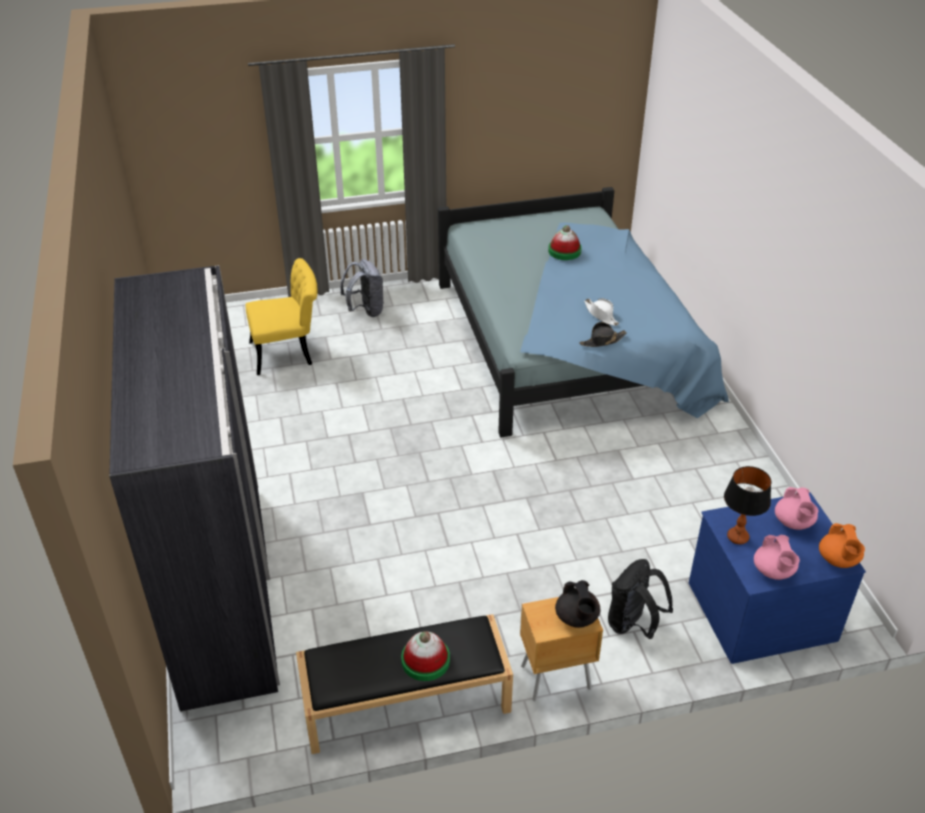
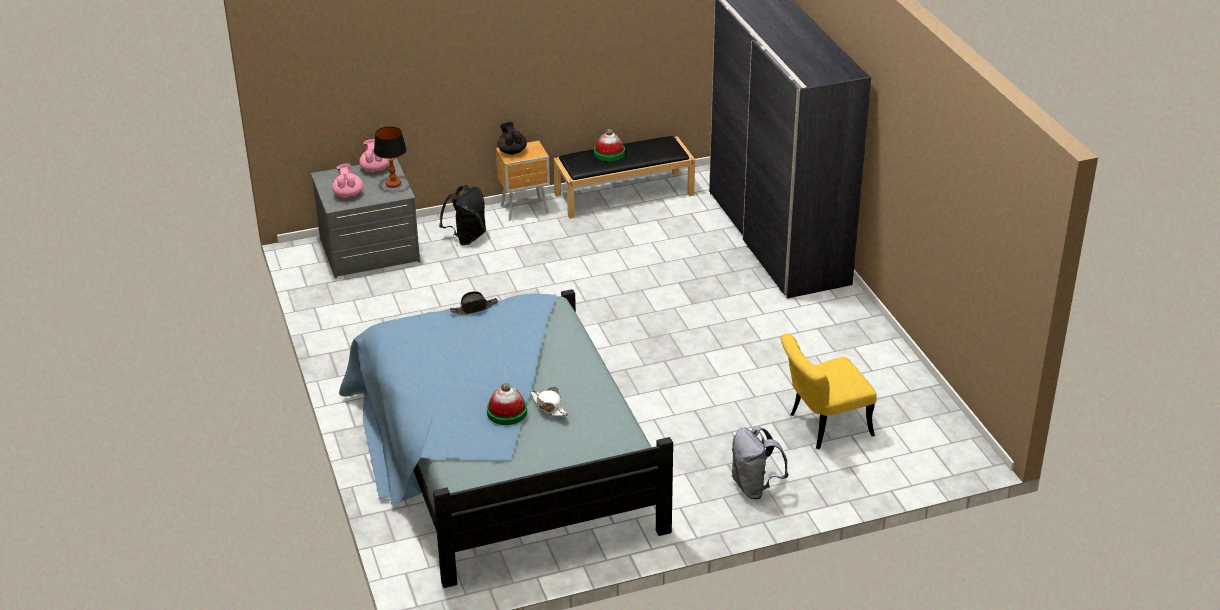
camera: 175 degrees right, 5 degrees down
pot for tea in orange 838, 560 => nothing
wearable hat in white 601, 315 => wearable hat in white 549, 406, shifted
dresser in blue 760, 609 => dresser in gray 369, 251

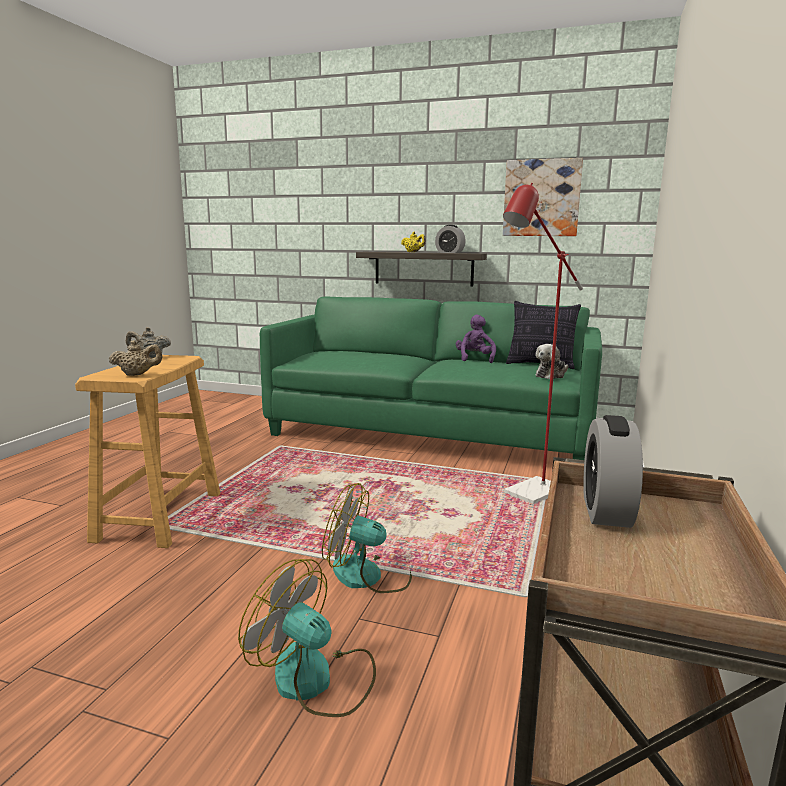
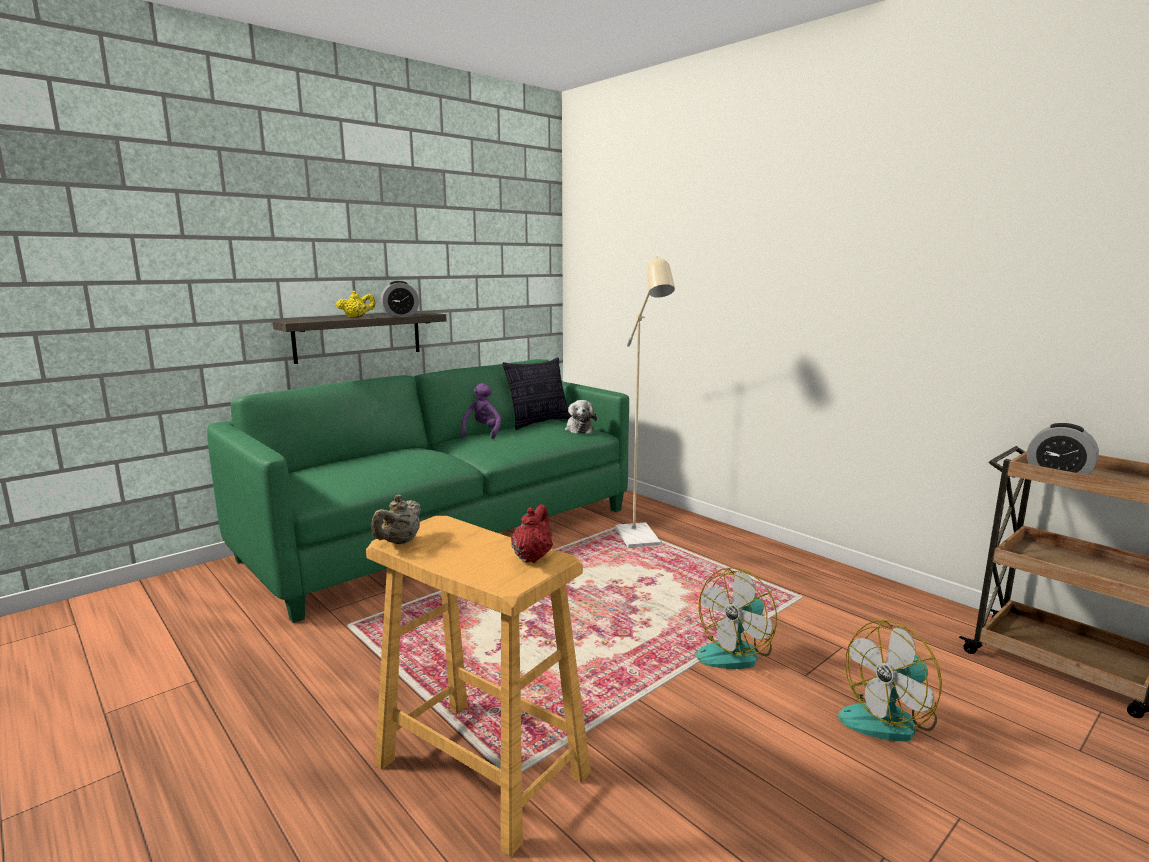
camera: 60 degrees left, 0 degrees up
picture 541, 198 => nothing
pot for tea in beige 137, 374 => pot for tea in reddish 532, 557
standing lamp in reddish 528, 495 => standing lamp in beige 640, 541
cuddly toy in purple 475, 359 => cuddly toy in purple 481, 433, 60 degrees clockwise

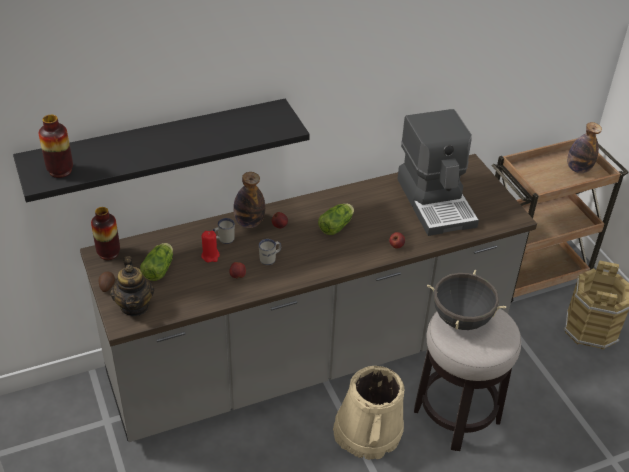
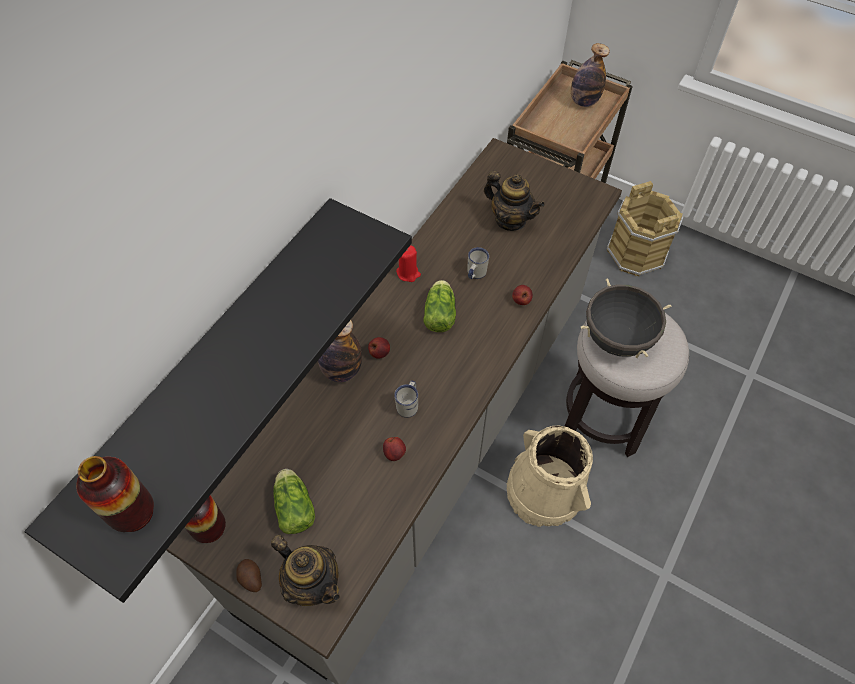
camera: 35 degrees left, 15 degrees up
candle in reddish 210, 256 => candle in reddish 408, 273, shifted
tea mug in white 223, 239 => tea mug in white 475, 274, shifted
coffee maker 436, 202 => pot for tea 510, 220

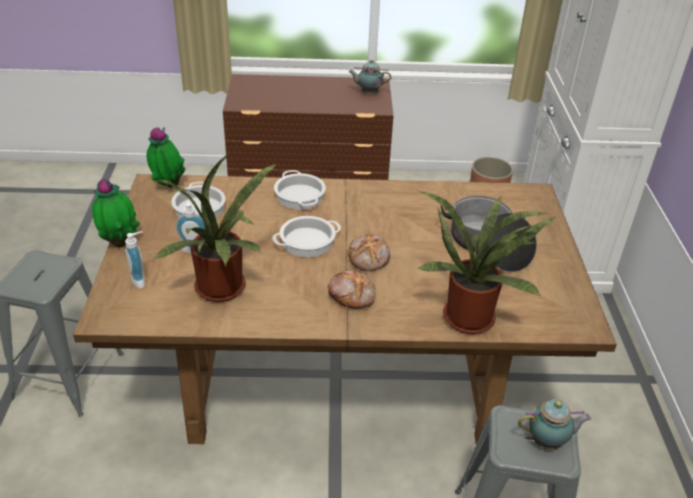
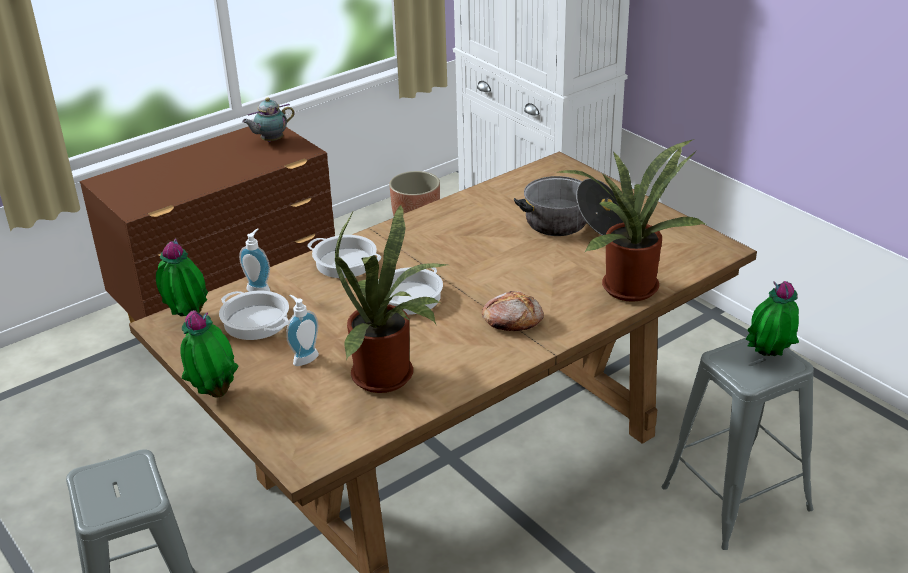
camera: 35 degrees left, 5 degrees down
bread 369, 258 => nothing
soap dispenser 141, 280 => soap dispenser 260, 289, shifted
pot for tea 548, 442 => plant in a pot 768, 357

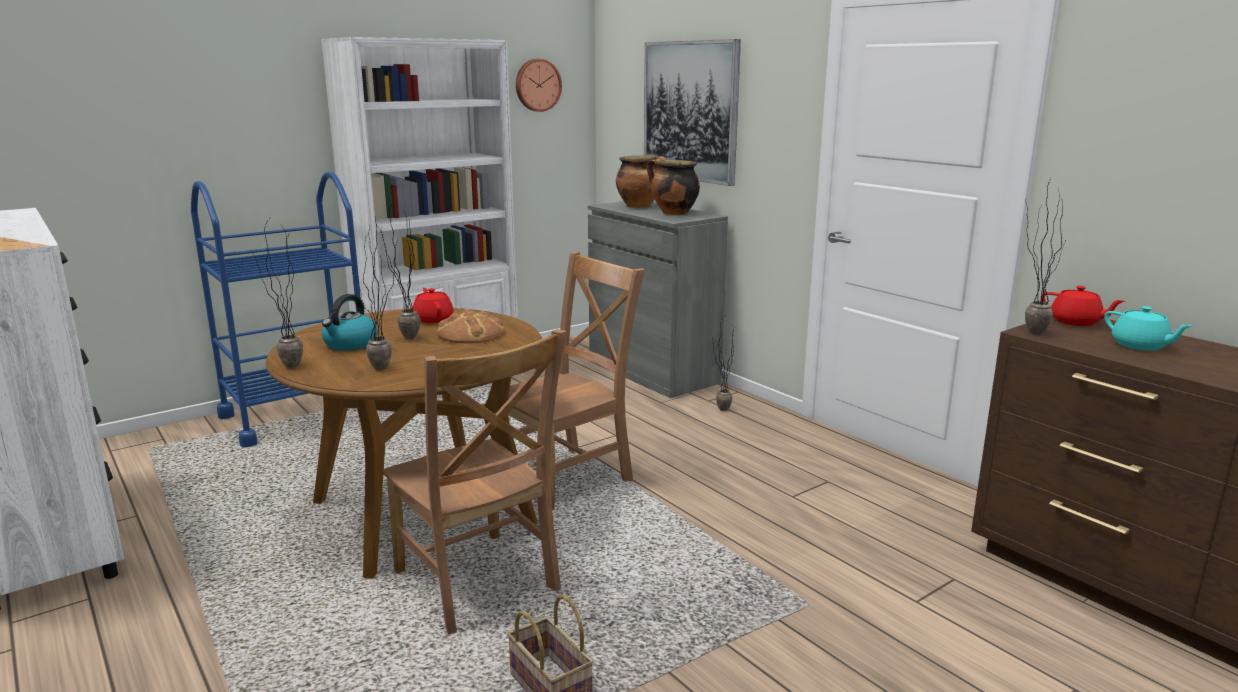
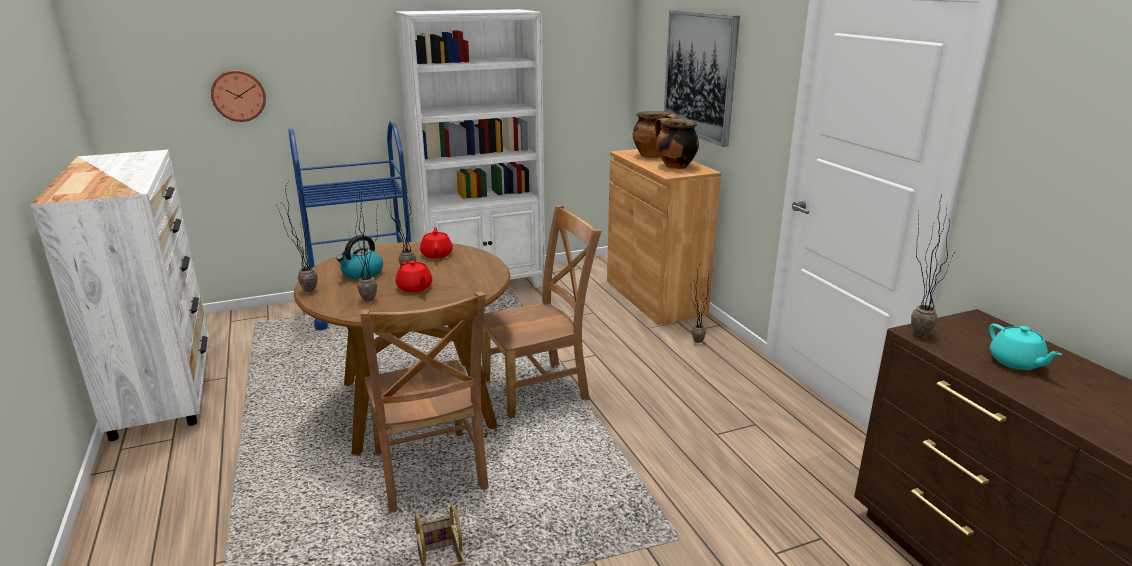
camera: 15 degrees right, 5 degrees up
bread 471, 334 => nothing
wall clock 537, 85 => wall clock 238, 95, shifted
pot for tea in reddish 1076, 322 => pot for tea in reddish 414, 288, shifted
storage cabinet in gray 652, 372 => storage cabinet in brown 655, 297

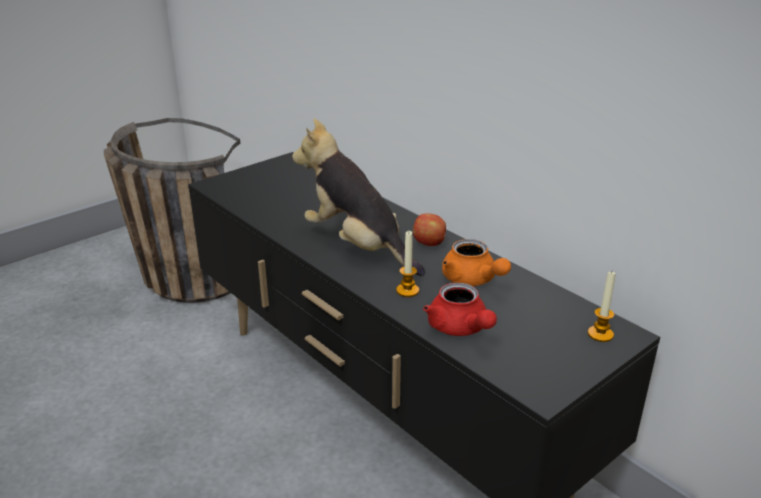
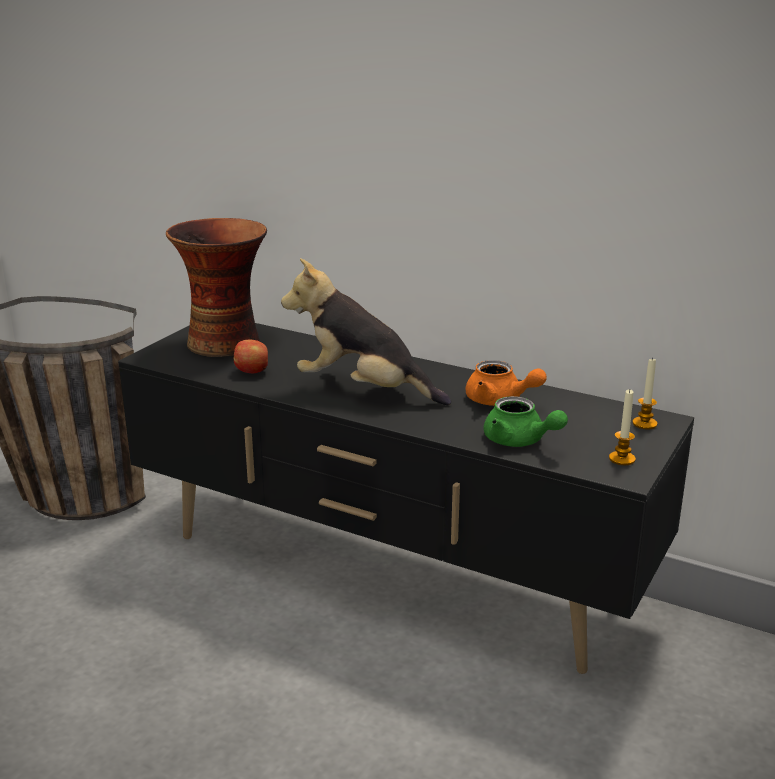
camera: 20 degrees left, 5 degrees down
nothing => vase 225, 342
candle 407, 290 => candle 622, 459, shifted
whole apple 429, 243 => whole apple 252, 371, shifted
pot for tea in reddish 460, 329 => pot for tea in green-coloured 519, 441

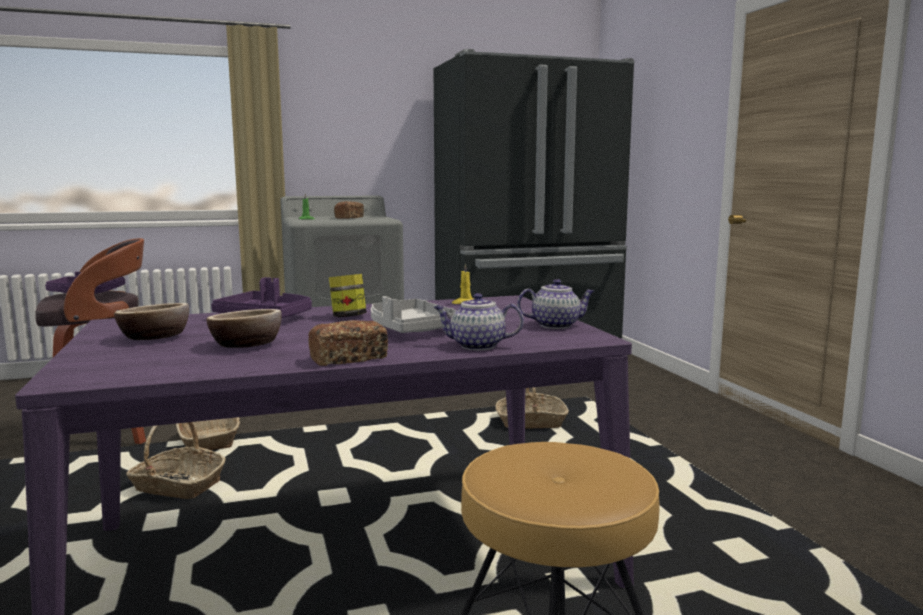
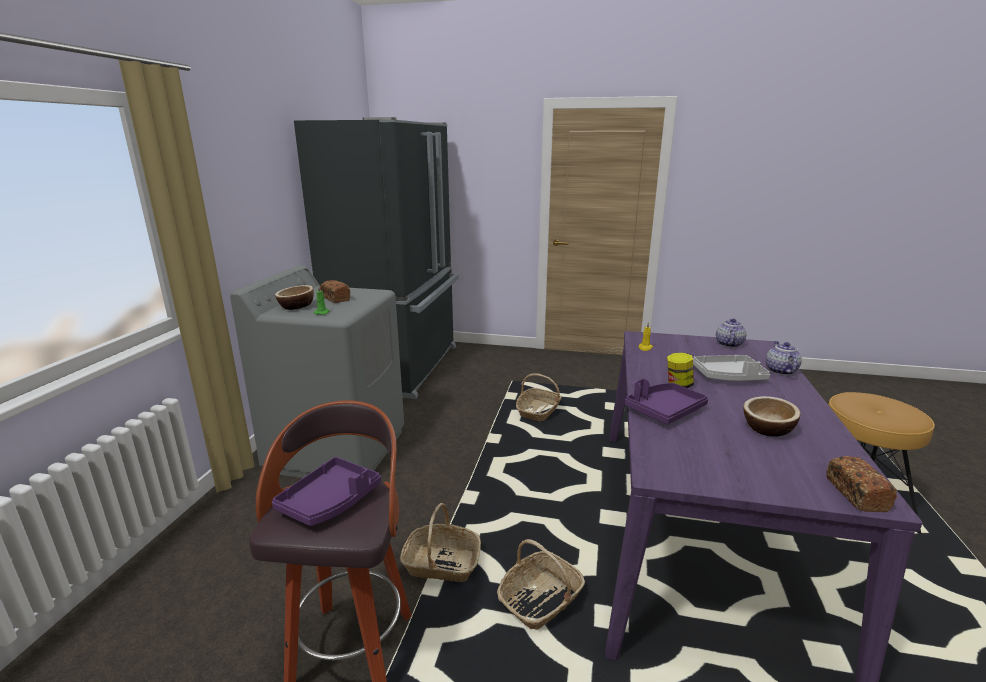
camera: 60 degrees left, 10 degrees up
bowl 155, 337 => bowl 296, 306, shifted
bread 348, 358 => bread 855, 494, shifted
pot for tea 476, 346 => pot for tea 780, 370, 150 degrees clockwise

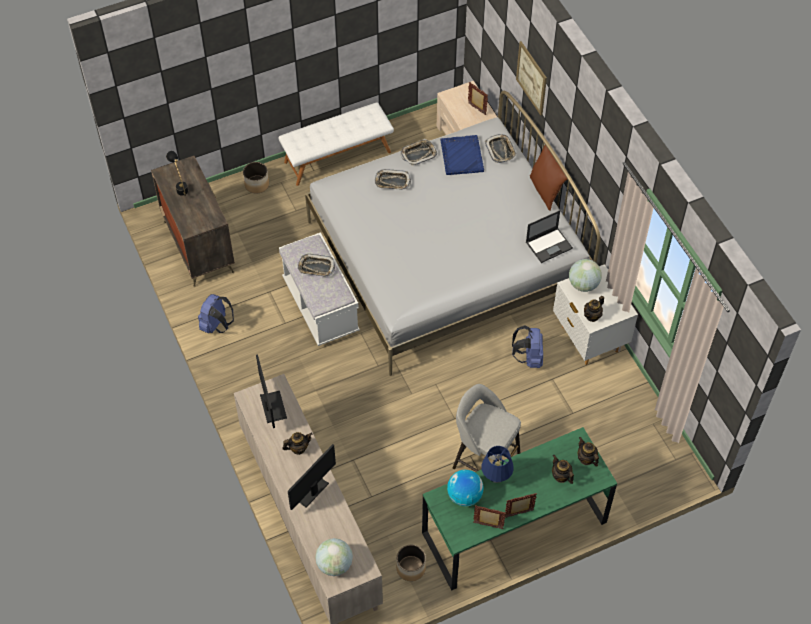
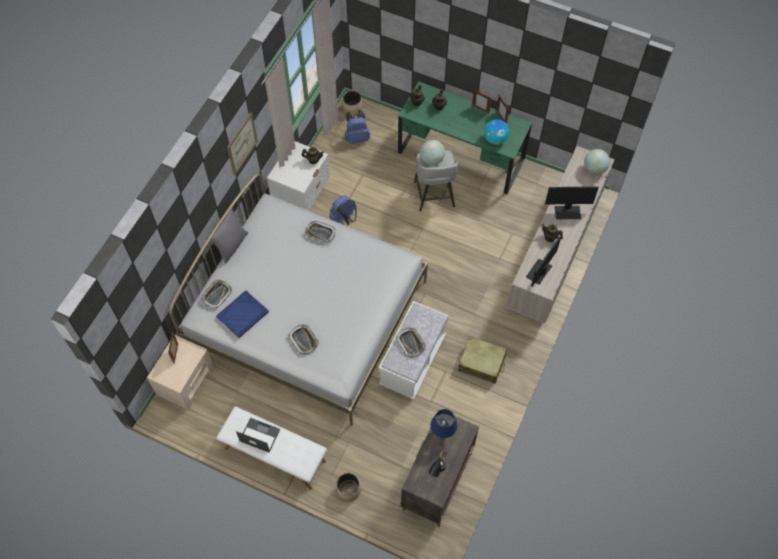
camera: 130 degrees left, 5 degrees up
nothing => travel case in beige 482, 363
backpack in blue 217, 325 => backpack in blue 357, 137, shifted
flower pot 411, 568 => flower pot 352, 108, shifted
carrying tray 418, 154 => carrying tray 320, 233, shifted
lamp for a table in blue 496, 478 => lamp for a table in blue 442, 432, shifted
picture 531, 78 => picture 242, 144, shifted
laptop 549, 245 => laptop 259, 435, shifted
globe 583, 284 => globe 432, 159, shifted
cushion in brown 546, 191 => cushion in gray 231, 245

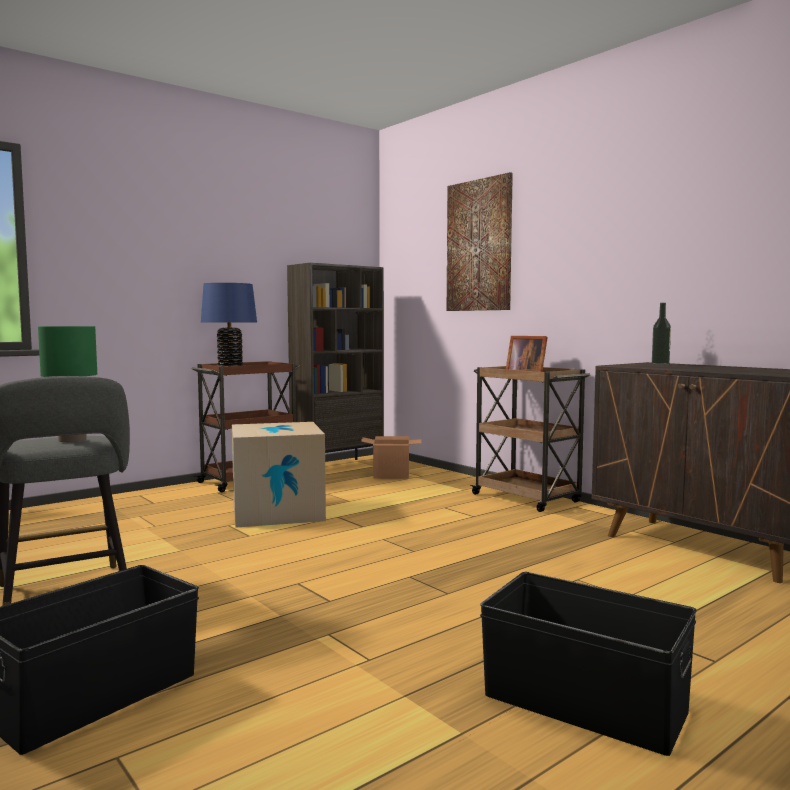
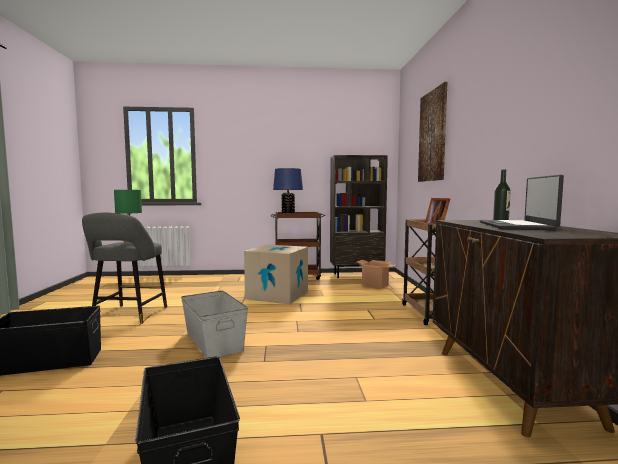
camera: 35 degrees right, 0 degrees up
nothing => storage bin in gray 214, 341
nothing => laptop 516, 226

